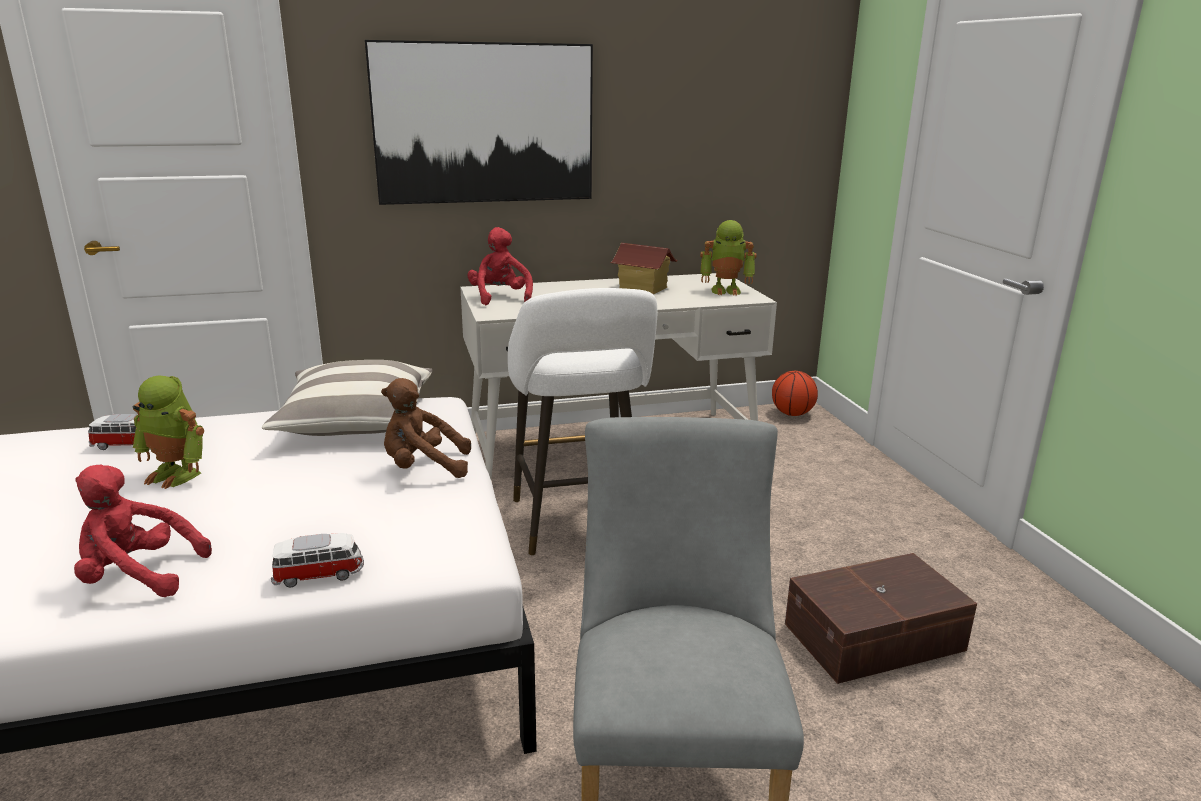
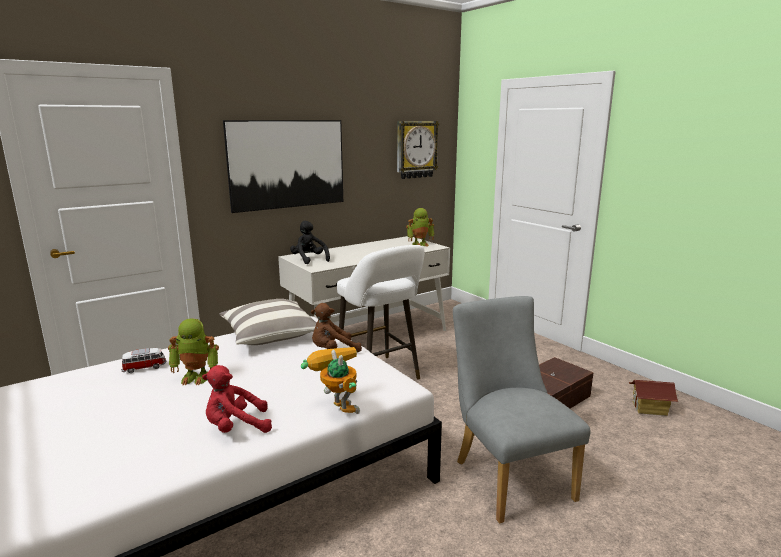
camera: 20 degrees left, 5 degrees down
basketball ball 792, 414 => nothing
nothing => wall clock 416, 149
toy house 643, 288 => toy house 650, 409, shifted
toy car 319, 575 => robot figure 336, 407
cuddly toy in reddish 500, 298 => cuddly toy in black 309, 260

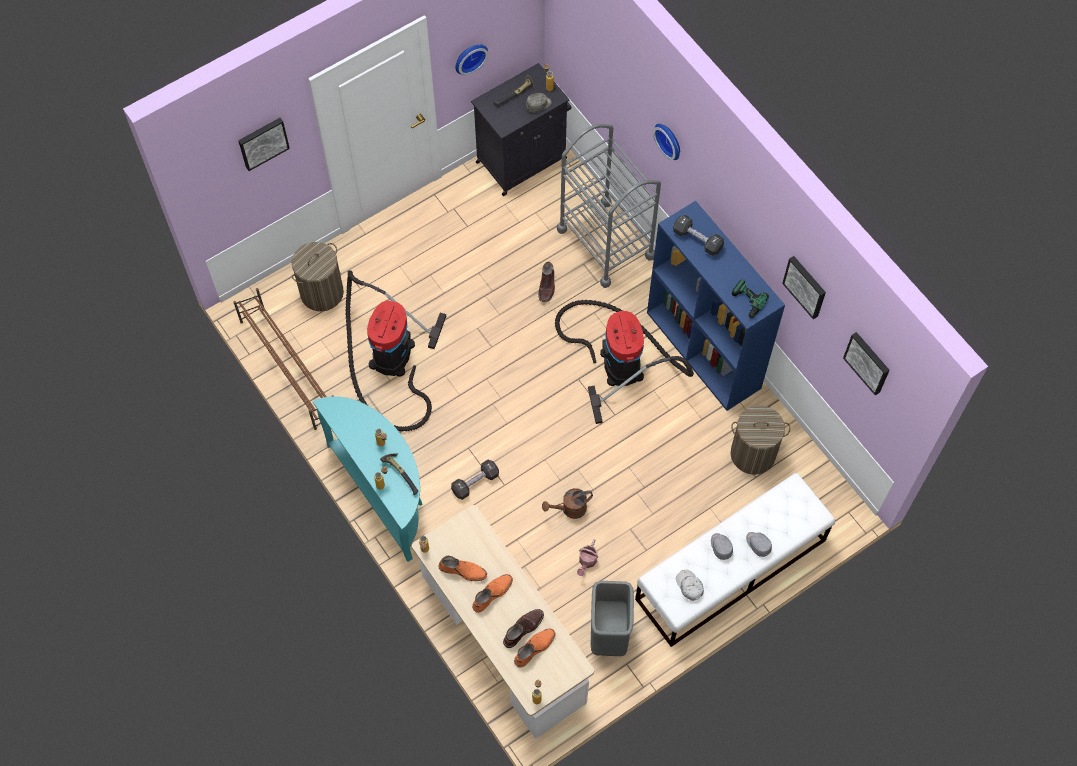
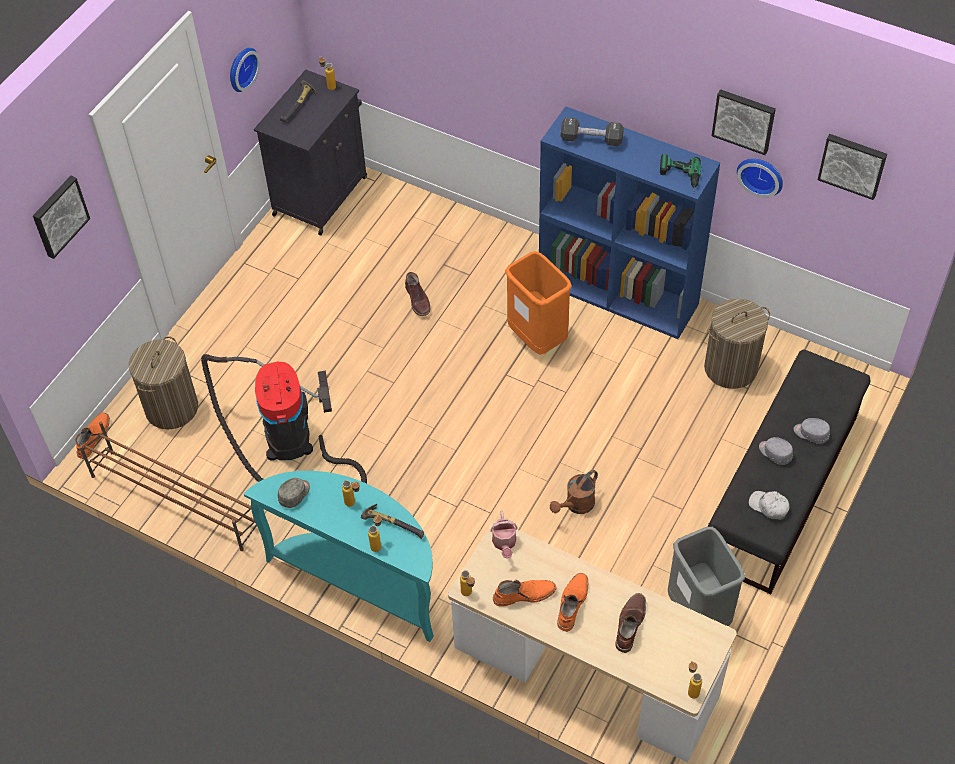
camera: 25 degrees left, 10 degrees down
free weight in black 475, 482 => nothing
cart in gray 606, 242 => nothing
tall boot in orange 534, 648 => tall boot in orange 93, 437, shifted
baseball cap in gray 538, 105 => baseball cap in gray 295, 494, shifted
sprinkling can 587, 562 => sprinkling can 504, 543, shifted
wall clock 670, 140 => wall clock 761, 174, shifted
hoover 619, 360 => trash can in orange 537, 339
long seat in white 730, 570 => long seat in black 781, 489

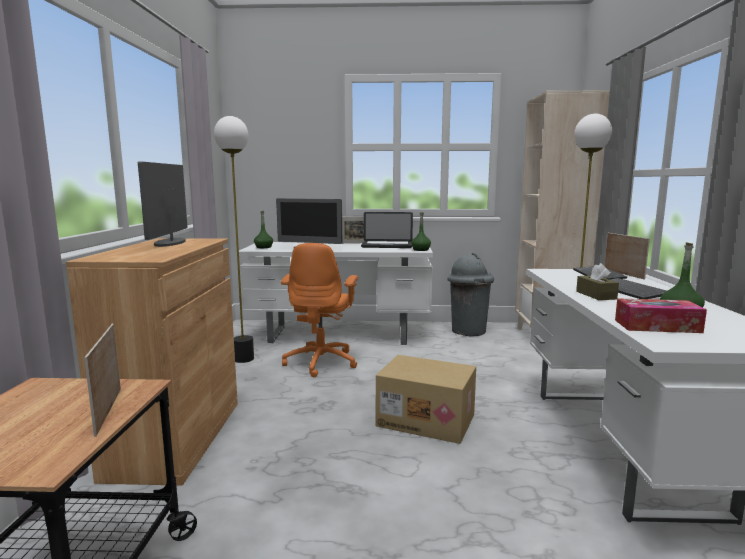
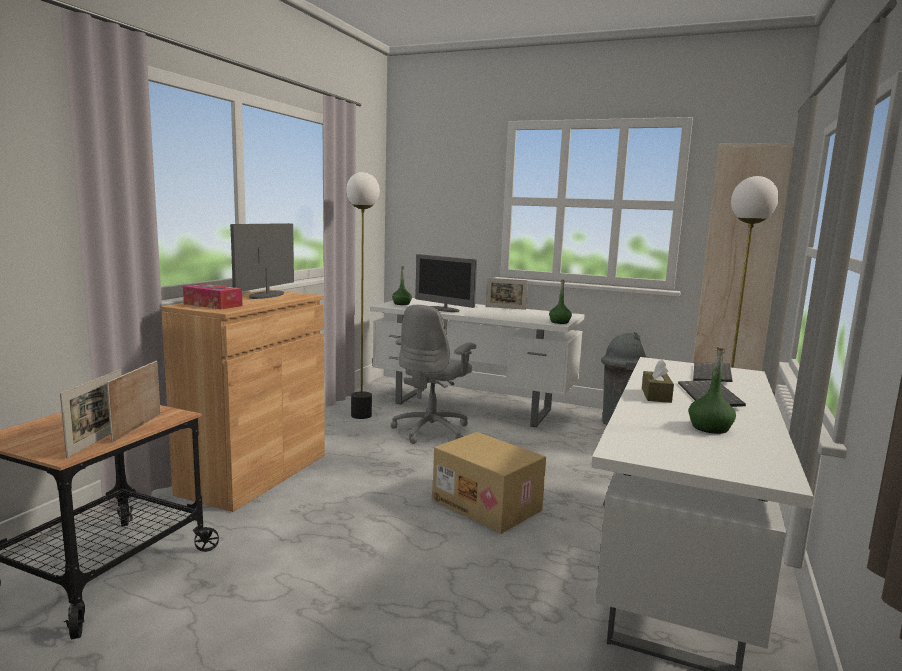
camera: 20 degrees right, 0 degrees up
laptop 387, 246 => nothing
photo frame 623, 274 => photo frame 97, 440, shifted
box of tissues 657, 326 => box of tissues 213, 305, shifted
computer chair in orange 321, 362 => computer chair in gray 432, 430

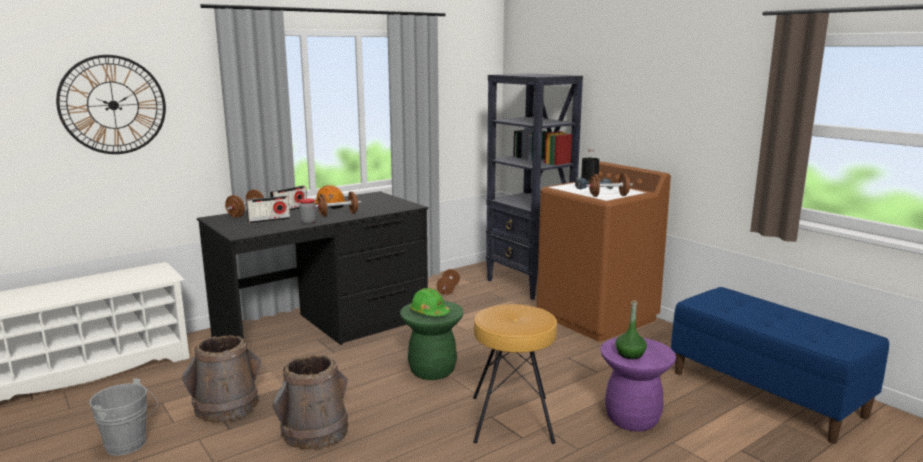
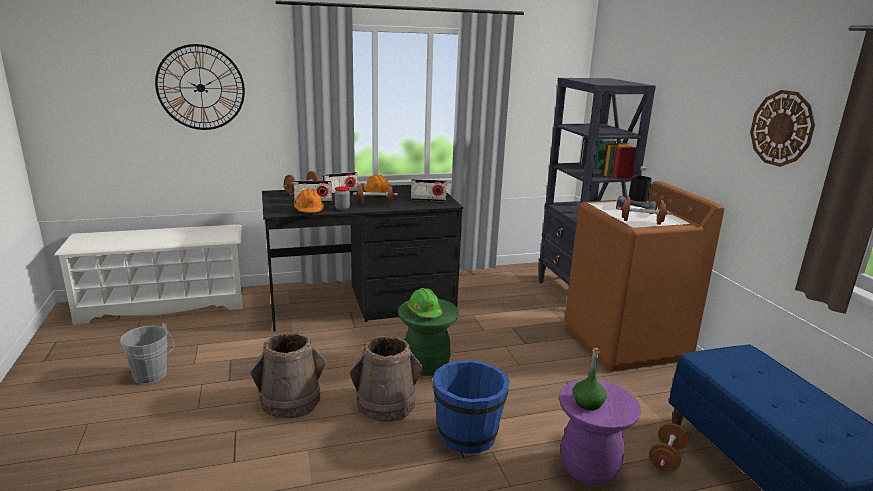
camera: 20 degrees right, 5 degrees up
nothing => safety helmet in orange 309, 210
nothing => radio set 428, 200
nothing => wall clock 782, 128
pail in brown 226, 406 => pail in brown 386, 404, shifted
free weight in brown 448, 290 => free weight in brown 666, 458, shifted
stool in brown 512, 419 => pail in blue 467, 434

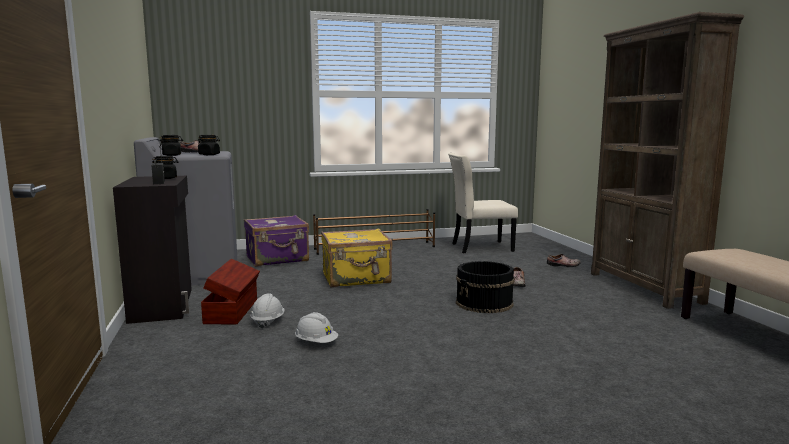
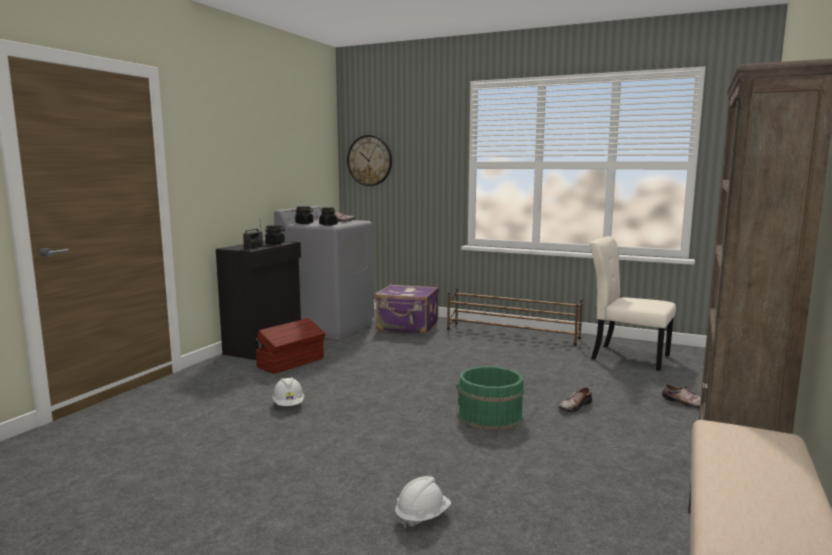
camera: 40 degrees right, 0 degrees up
travel case in yellow-coloured 356, 279 => nothing
nothing => wall clock 369, 160
safety helmet in white 268, 321 => safety helmet in white 422, 516, shifted
pail in black 484, 303 => pail in green-coloured 490, 416

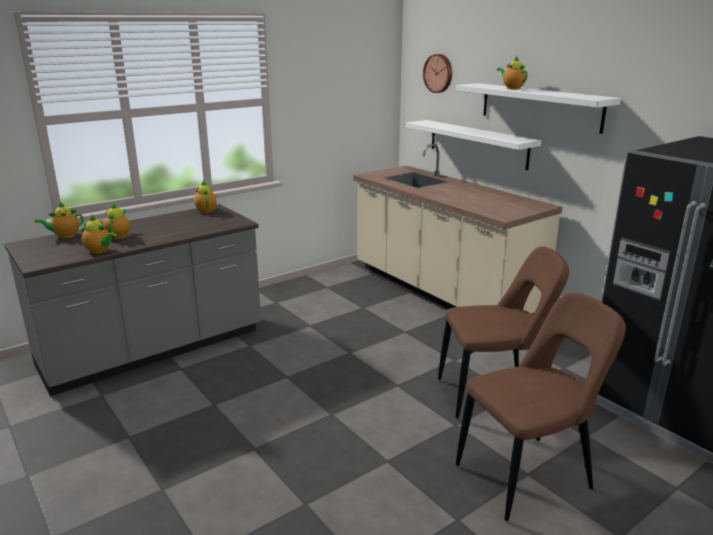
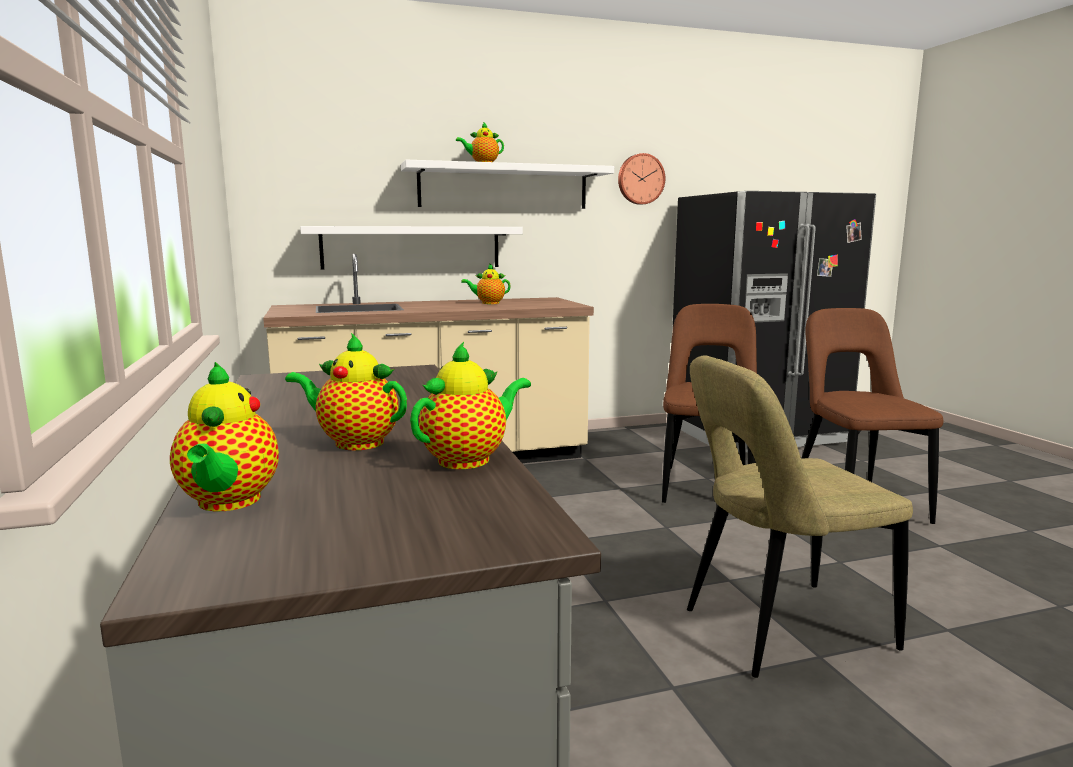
camera: 70 degrees left, 10 degrees down
nothing => plain chair in beige 779, 630
pot for tea 206, 210 => pot for tea 488, 303, shifted
wall clock 439, 73 => wall clock 640, 179, shifted

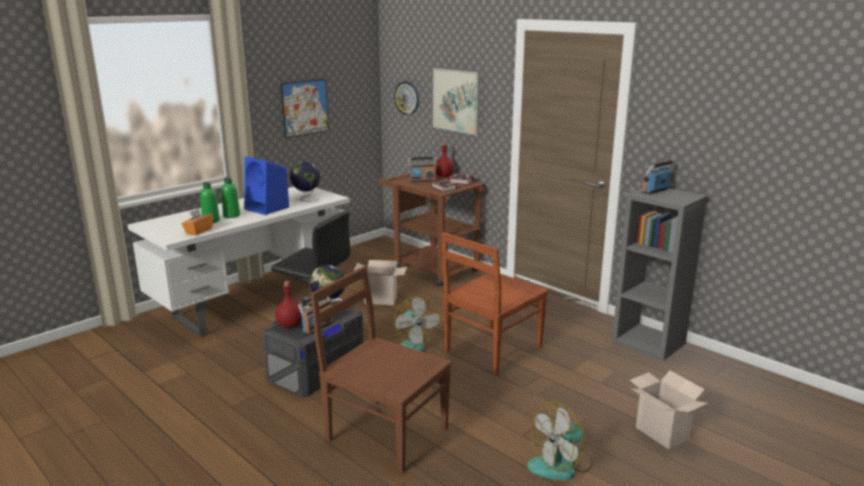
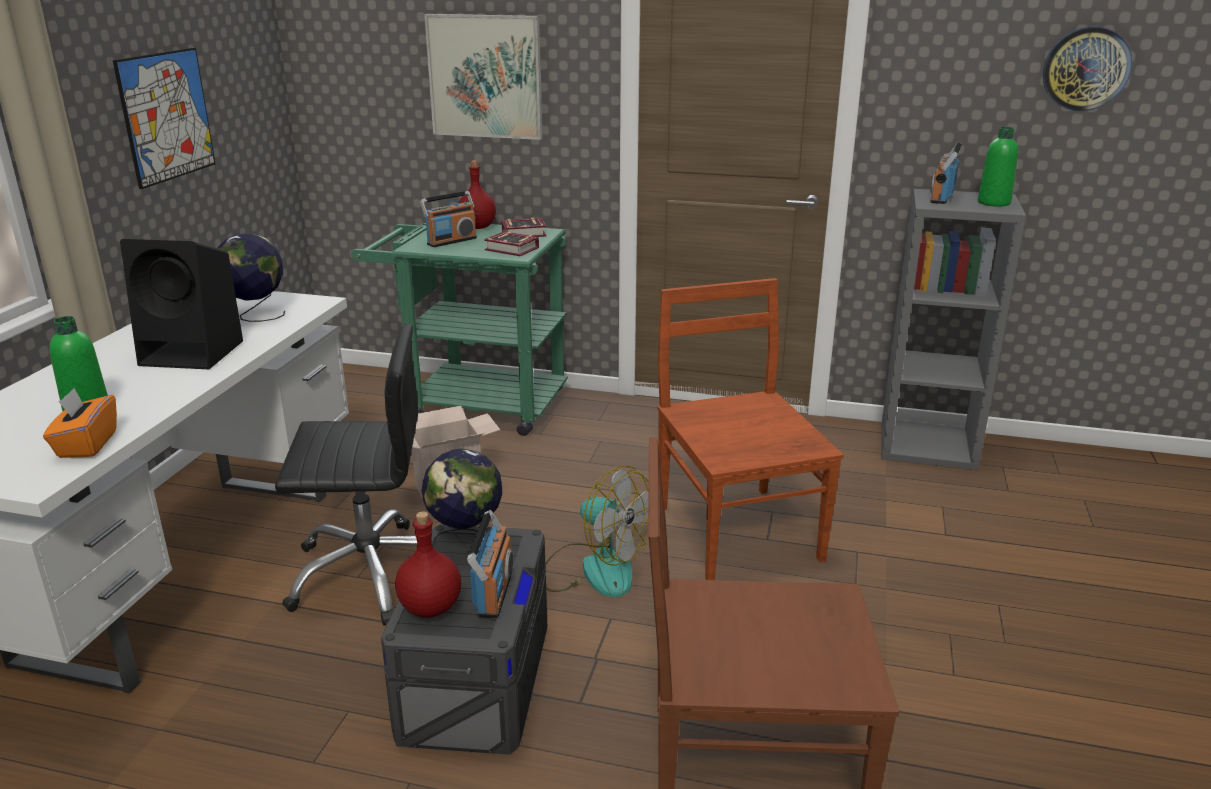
camera: 30 degrees left, 5 degrees up
electric fan 561, 465 => nothing
carton 660, 433 => nothing
drink bottle in green-coloured 231, 215 => drink bottle in green-coloured 993, 203, shifted
wall clock 407, 98 => wall clock 1086, 69, shifted
loudspeaker in blue 268, 208 => loudspeaker in black 195, 353
cart in brown 430, 268 => cart in green-coloured 474, 404
plain chair in brown 491, 350 => plain chair in brown 736, 530, 150 degrees clockwise

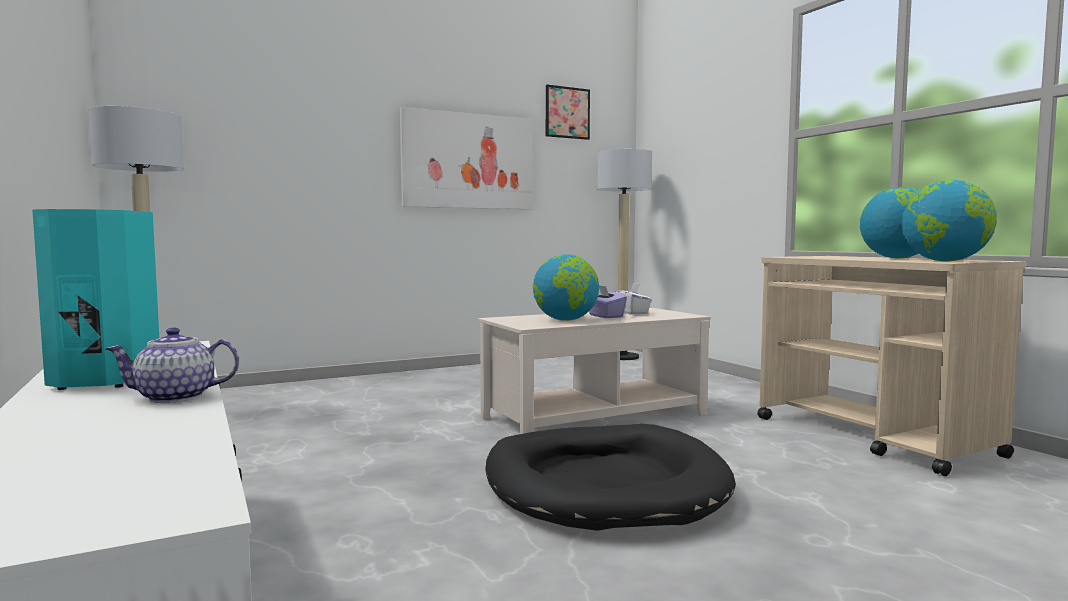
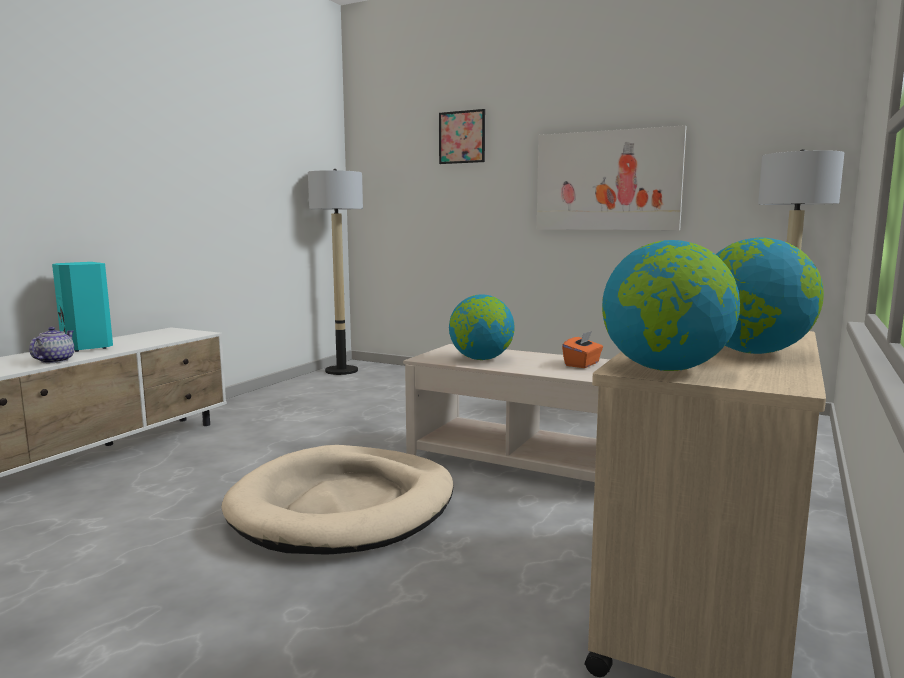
camera: 55 degrees right, 5 degrees up
box of tissues in purple 605, 316 => nothing
picture 567, 112 => picture 462, 137, shifted
pet bed in black 603, 484 => pet bed in beige 344, 506
box of tissues in white 632, 312 => box of tissues in orange 582, 364
pot for tea 176, 397 => pot for tea 54, 361, 60 degrees clockwise

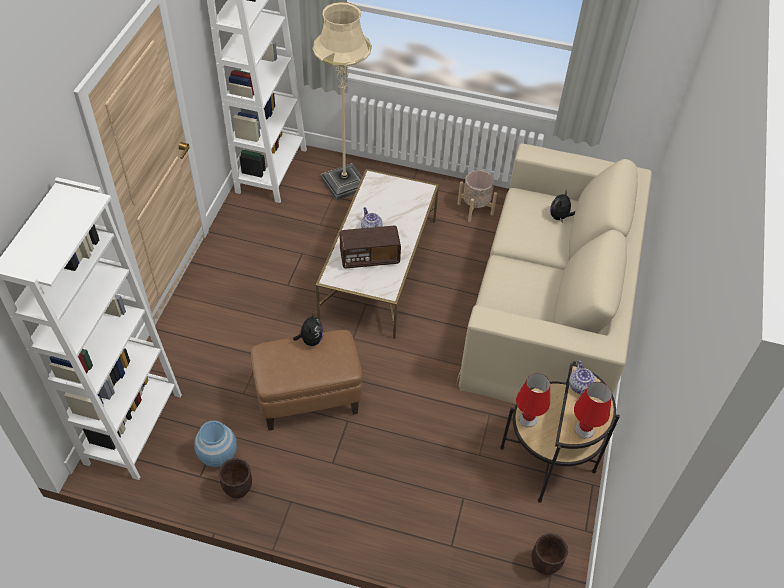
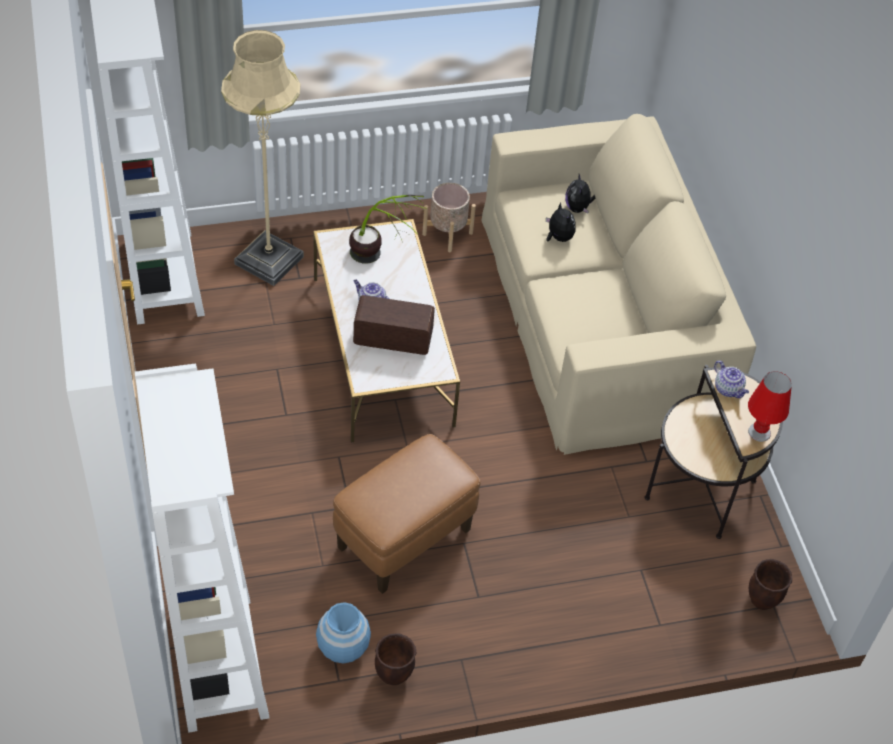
camera: 30 degrees left, 0 degrees up
lamp for a table in reddish 527, 419 => nothing
nothing => plant in a pot 381, 259
cuddly toy 310, 340 => cuddly toy 558, 237, shifted
radio set 369, 257 => radio set 393, 339, 135 degrees counterclockwise

